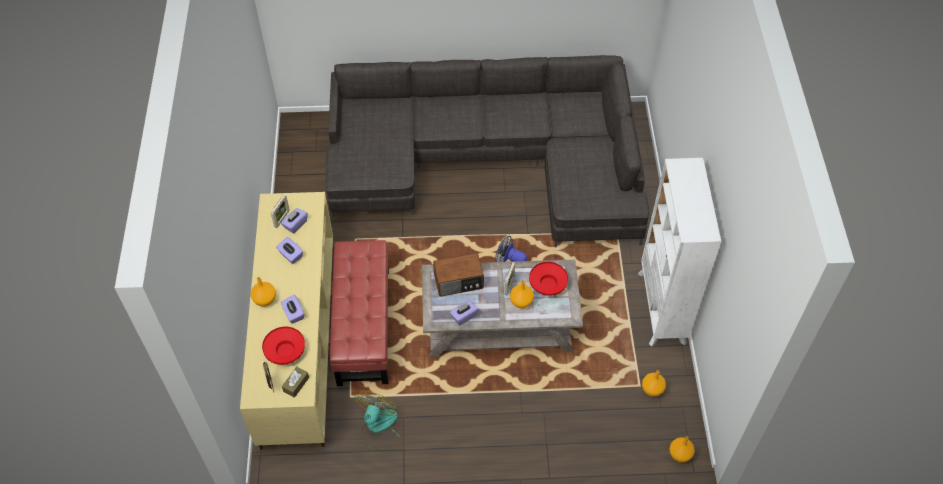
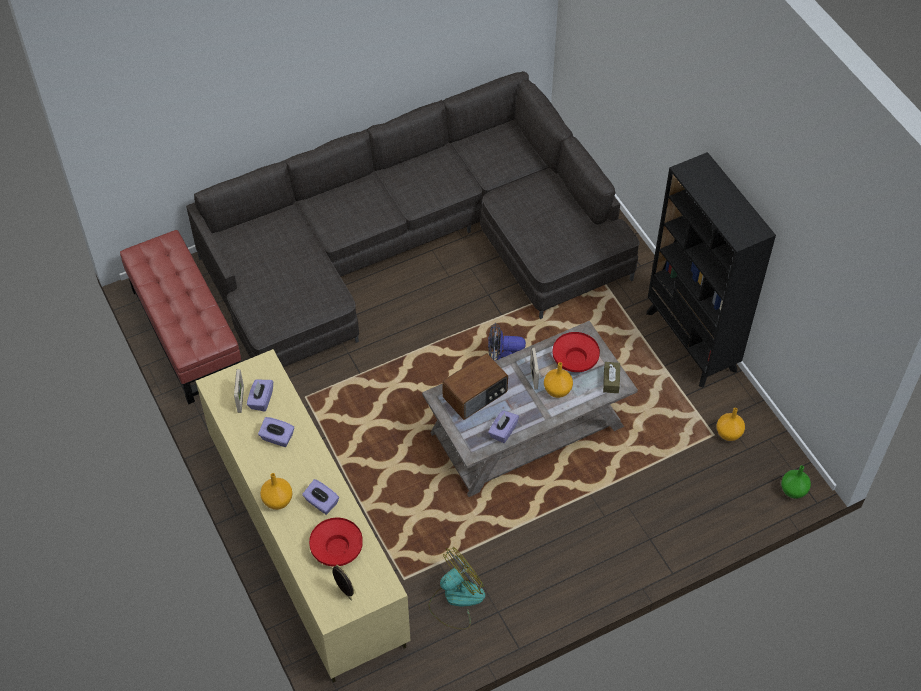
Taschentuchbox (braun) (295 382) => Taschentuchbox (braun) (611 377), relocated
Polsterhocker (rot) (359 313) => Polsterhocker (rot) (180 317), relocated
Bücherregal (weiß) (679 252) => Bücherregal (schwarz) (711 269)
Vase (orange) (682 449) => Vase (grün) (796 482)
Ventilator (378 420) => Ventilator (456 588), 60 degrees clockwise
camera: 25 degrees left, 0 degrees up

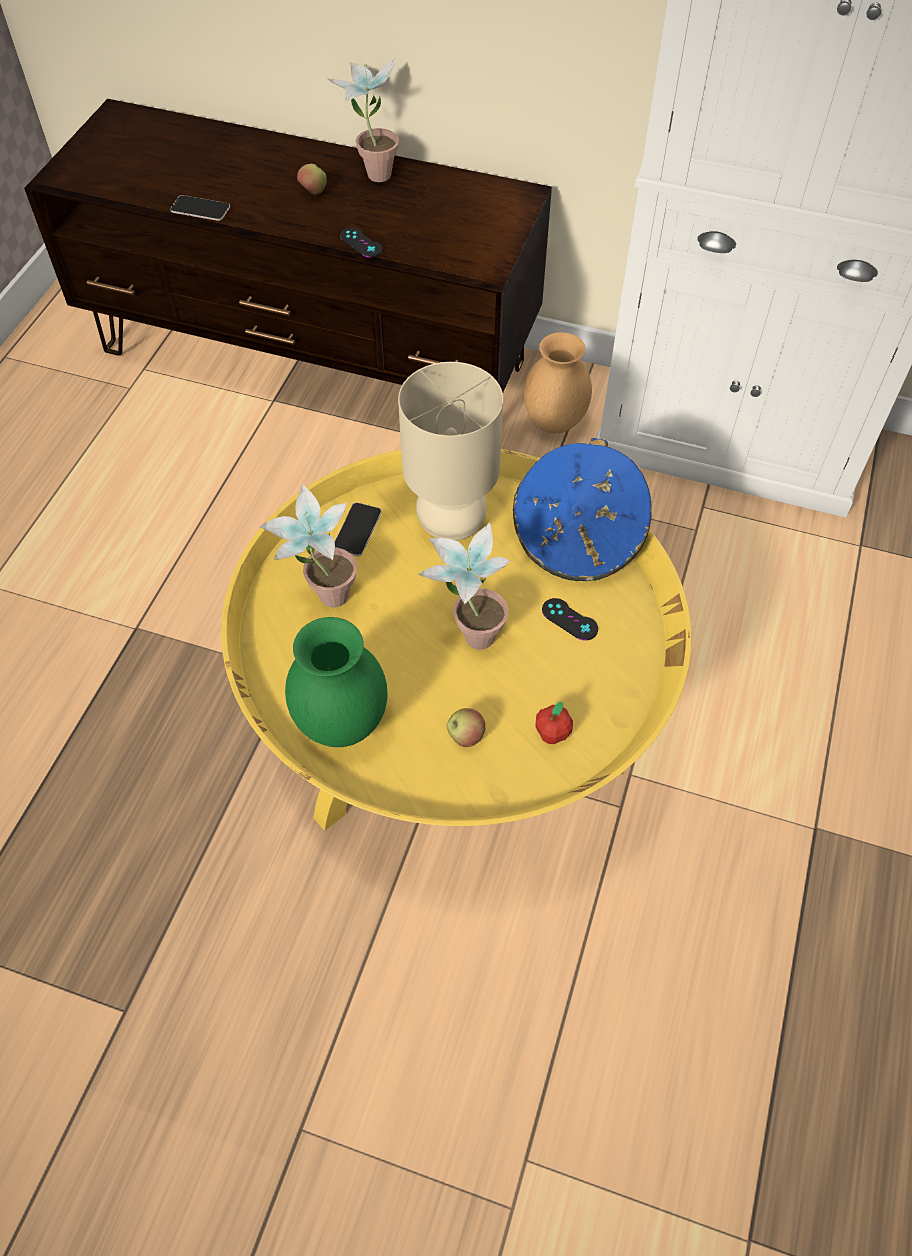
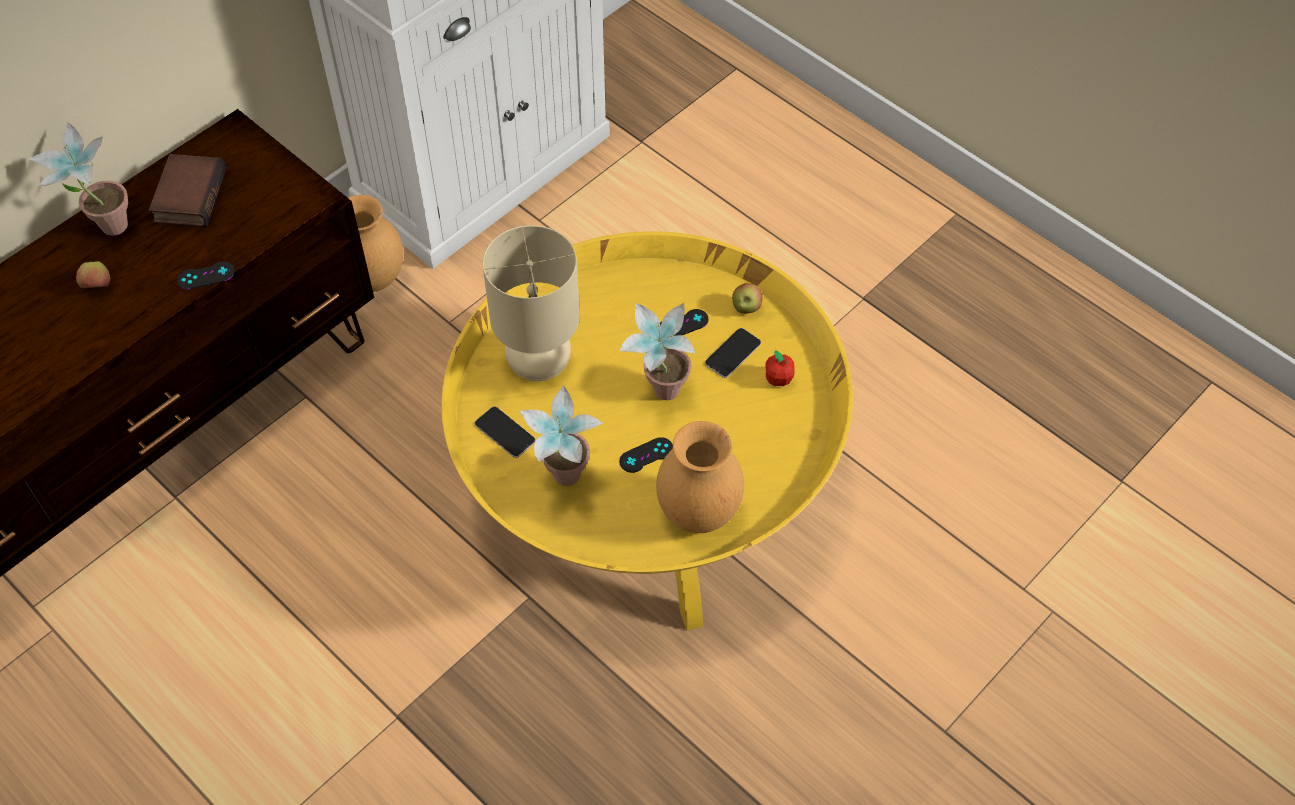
Hut (blau) (582 509) => nothing
nothing => Buch (187 190)
nothing => Gamepad (schwarz) (646 455)
Handy (200 208) => Handy (733 353), relocated
Apfel (465 727) => Apfel (747 298), relocated
Vase (grün) (336 682) => Vase (braun) (700 477)
camera: 65 degrees left, 0 degrees up

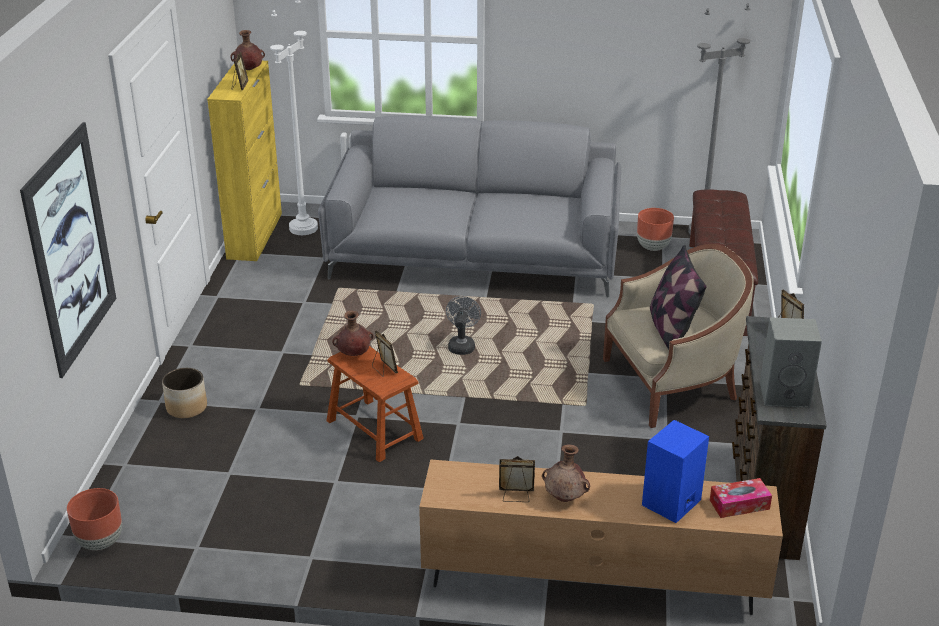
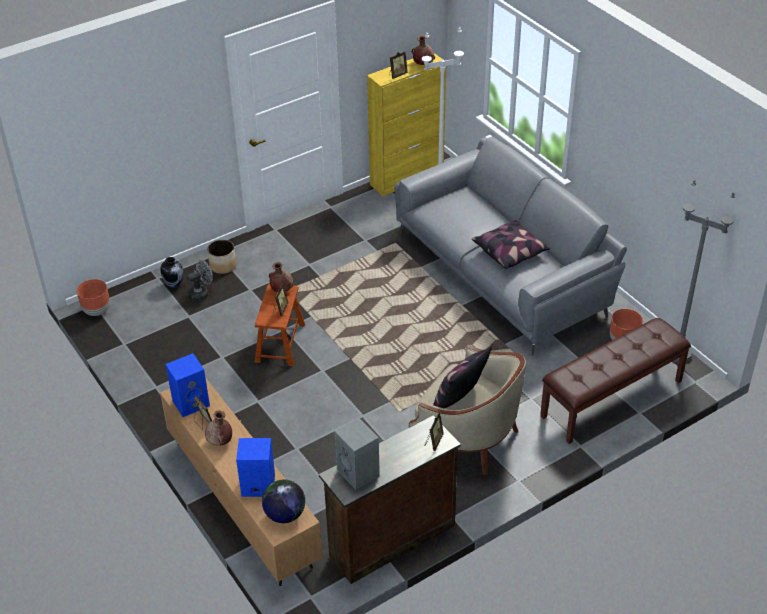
Bild (68 250) => nothing
nothing => Vase (172 272)
nothing => Lautsprecher (blau) (187 385)
nothing => Kissen (511 244)
Ventilator (grau) (463 325) => Ventilator (grau) (200 280), relocated
Taschentuchbox (741 498) => Globus (283 501)
camera: 50 degrees right, 10 degrees up

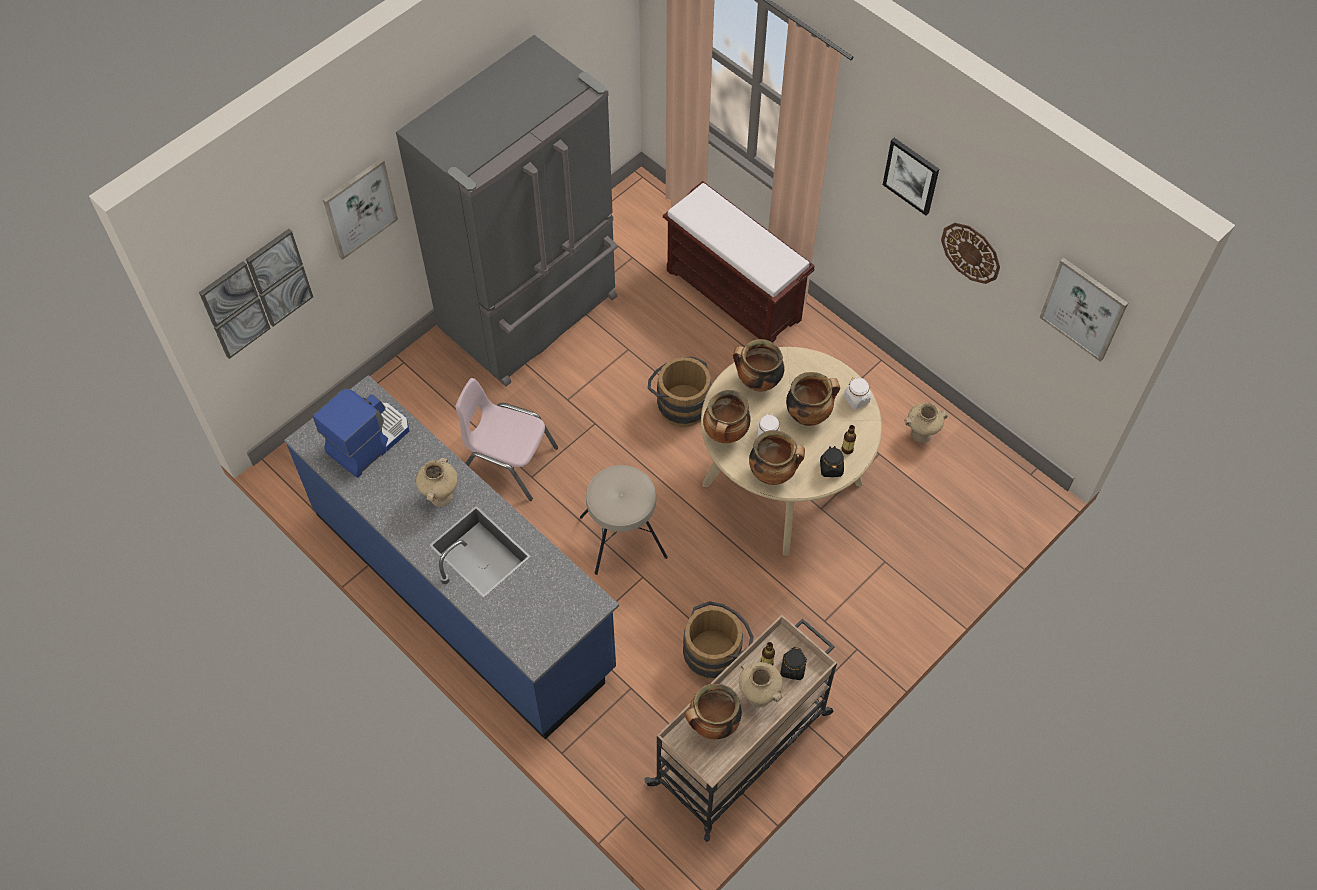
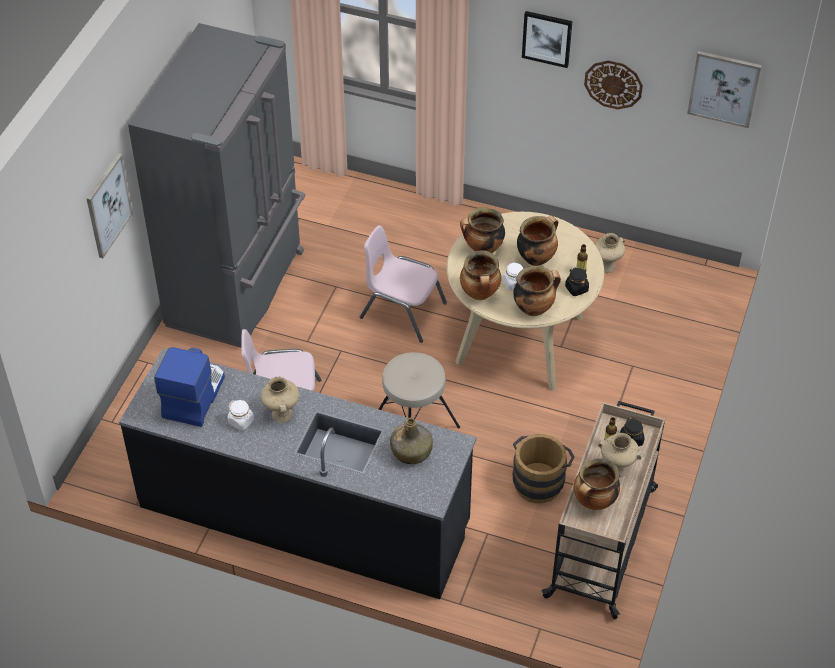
Bild (256 294) => nothing
Bank (braun) (739 262) => nothing
nothing => Flasche (grün) (411 441)
Vorratsglas (weiß) (857 393) => Vorratsglas (weiß) (241 415), relocated
Eimer (braun) (679 392) => Stuhl (rosa) (403 284)
Küchenzeile (blau) (451 557) => Küchenzeile (schwarz) (297 474)
camera: 25 degrees left, 10 degrees down

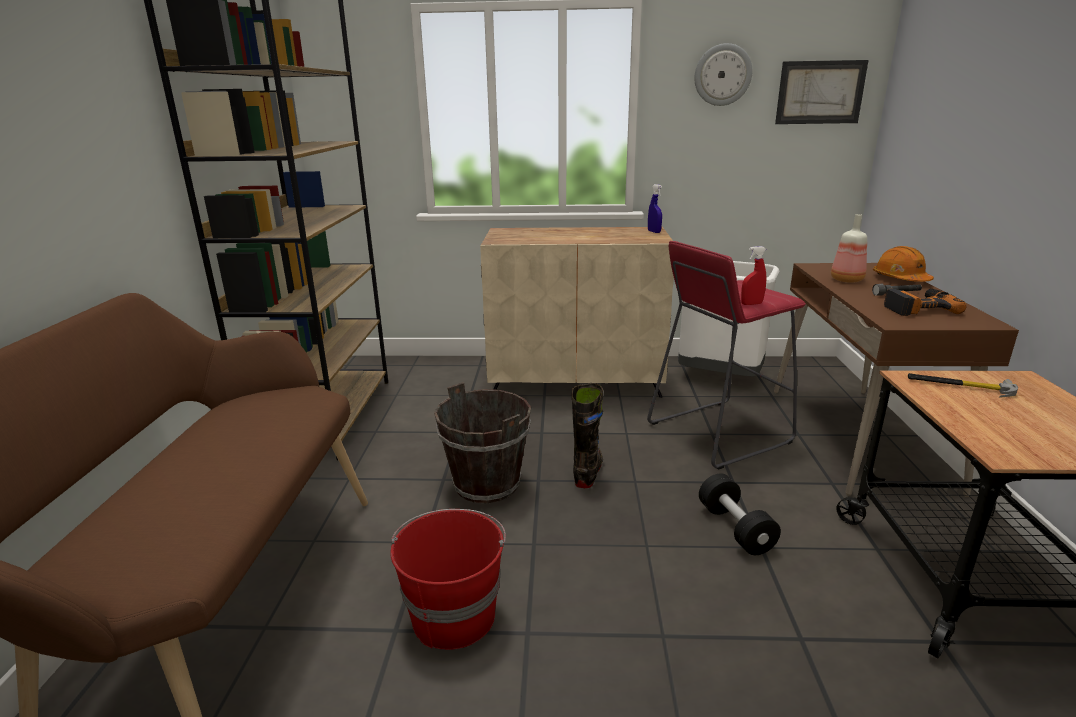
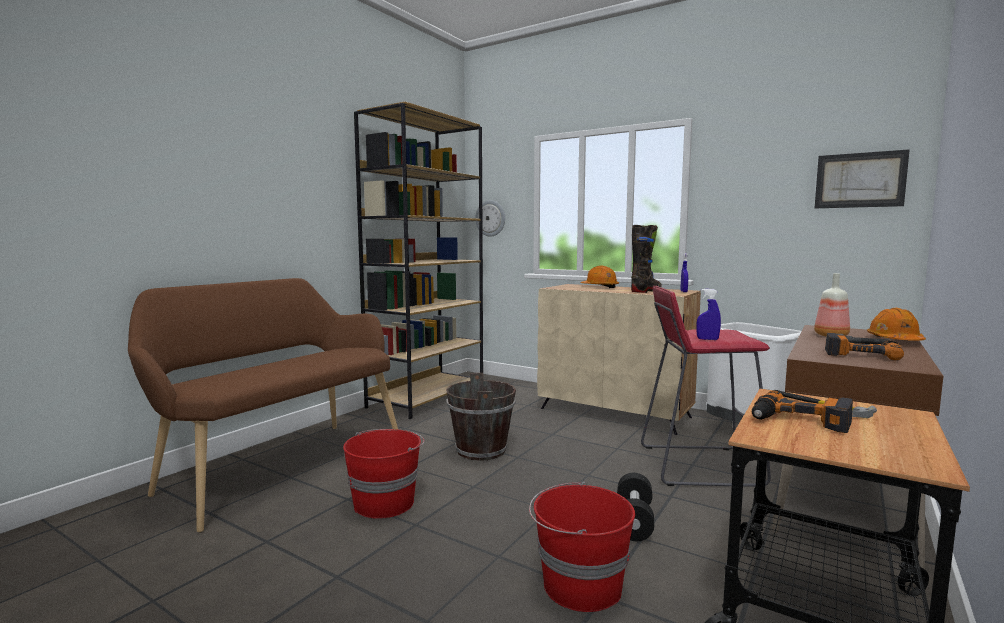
nothing => Eimer (rot) (582 547)
nothing => Schutzhelm (orange) (600 277)
nothing => Bohrmaschine (802 412)
Stiefel (schwarz) (587 435) => Stiefel (schwarz) (646 259), relocated
Wanduhr (723 74) => Wanduhr (490 218), relocated
Sprühflasche (rot) (753 275) => Sprühflasche (blau) (709 314)
camera: 30 degrees right, 15 degrees down

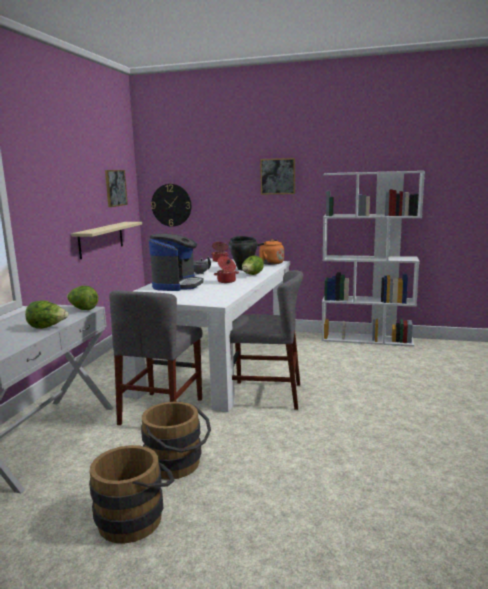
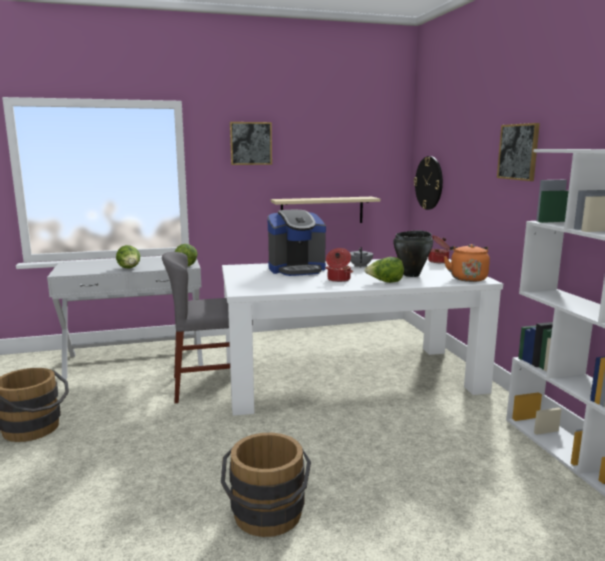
Stuhl (grau) (266 340) => nothing
Bild (116 188) => Bild (251 143), relocated
Eimer (braun) (176 441) => Eimer (braun) (266 485), relocated
camera: 60 degrees right, 0 degrees up

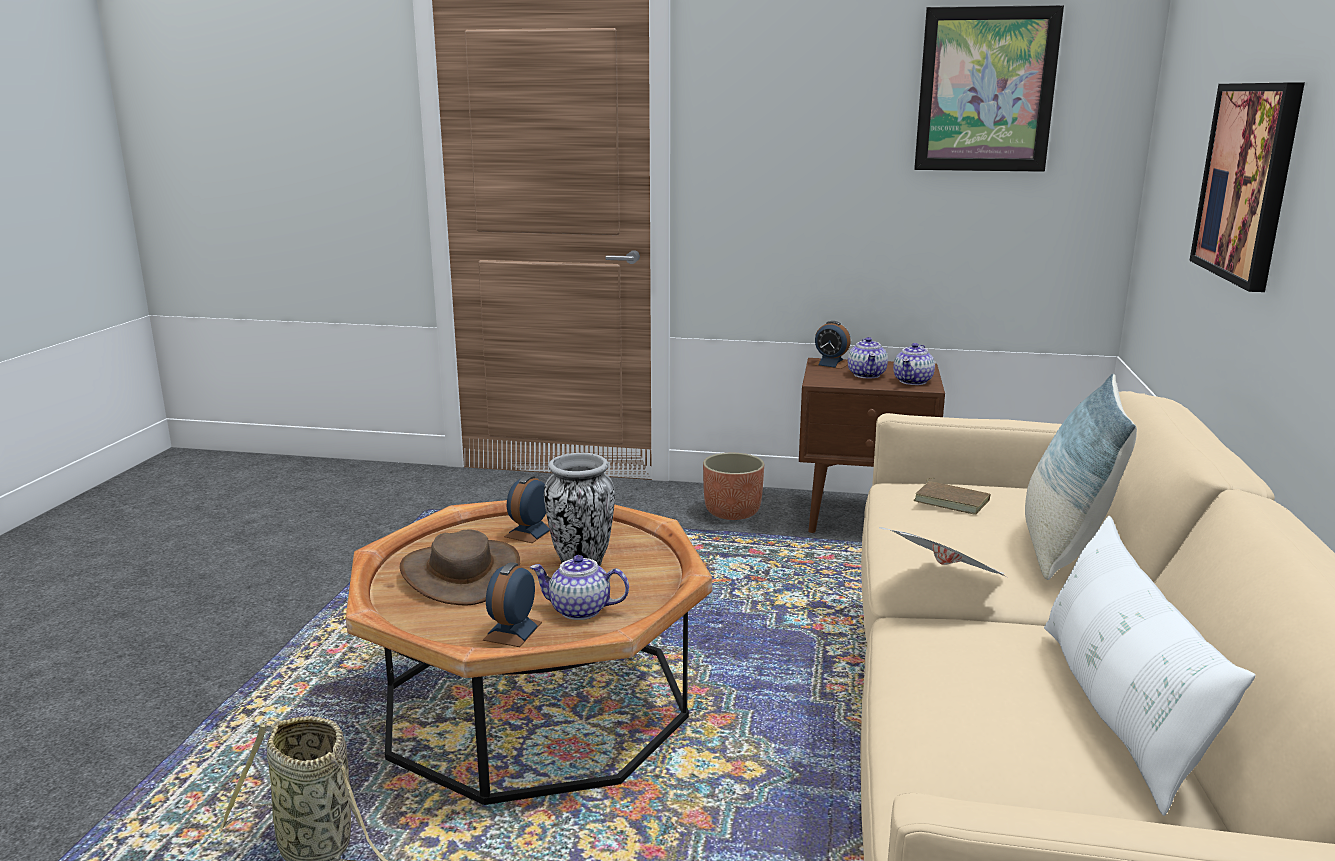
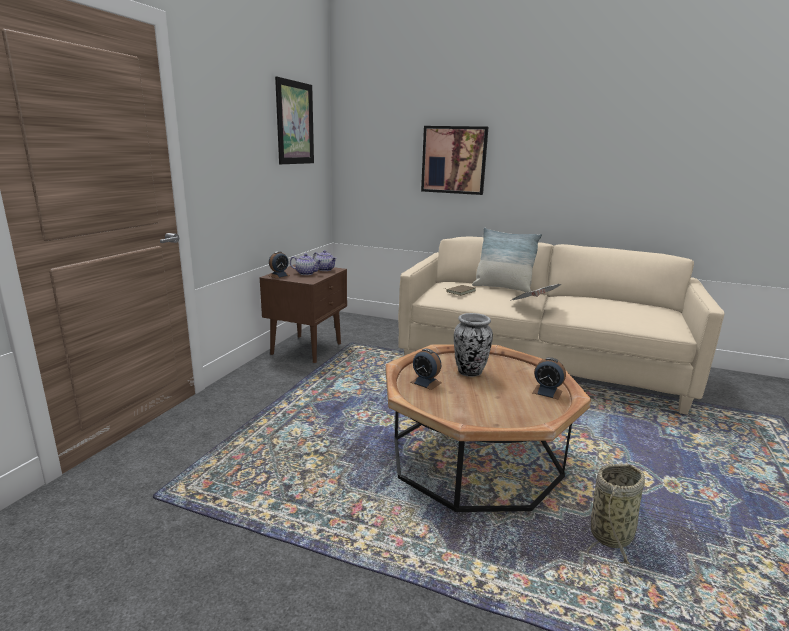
Hut (braun) (460 568) => nothing
Teekanne (579 587) => nothing
Pflanzkübel (733 486) => nothing
Kissen (weiß) (1149 666) => nothing
camera: 80 degrees left, 0 degrees up

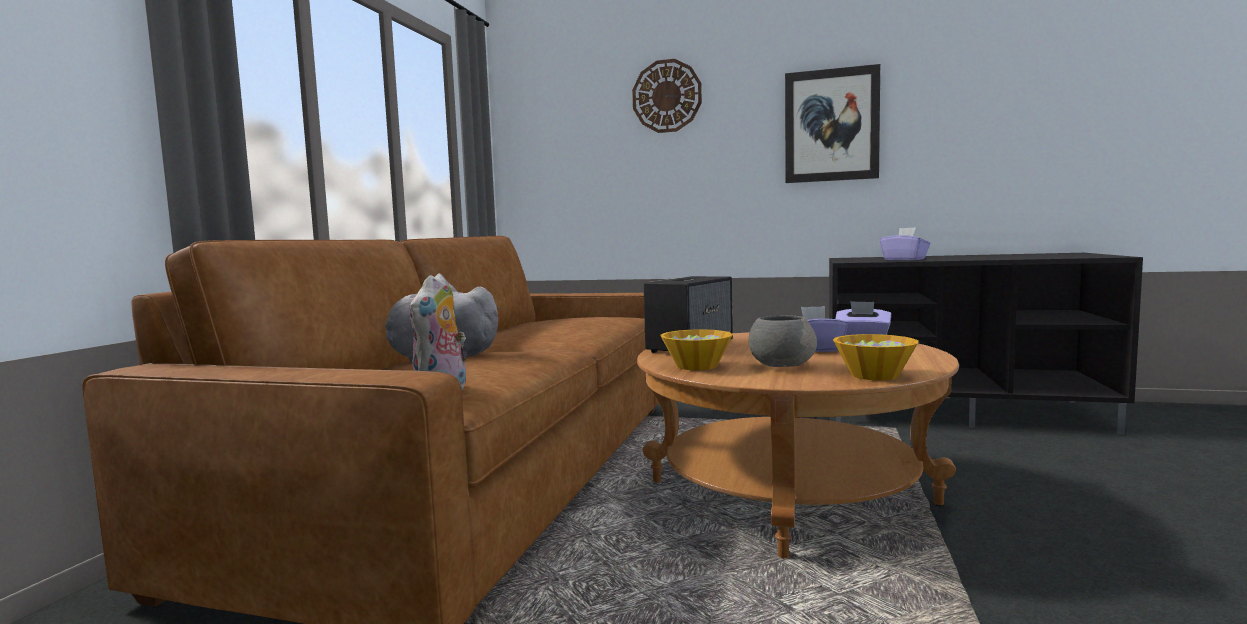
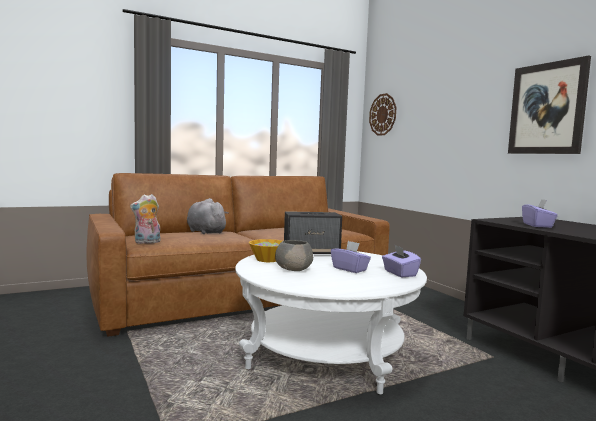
Schüssel (876 357) => nothing
Wanduhr (667 96) => Wanduhr (383 114), relocated
Couchtisch (braun) (798 445) => Couchtisch (weiß) (331 323)
camera: 45 degrees right, 0 degrees up

